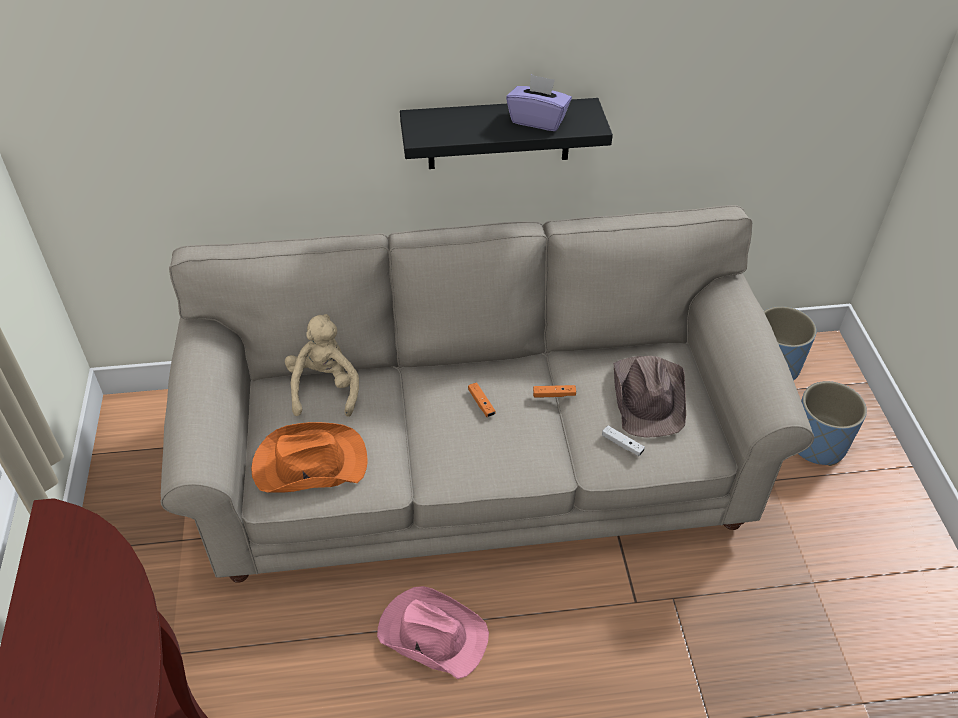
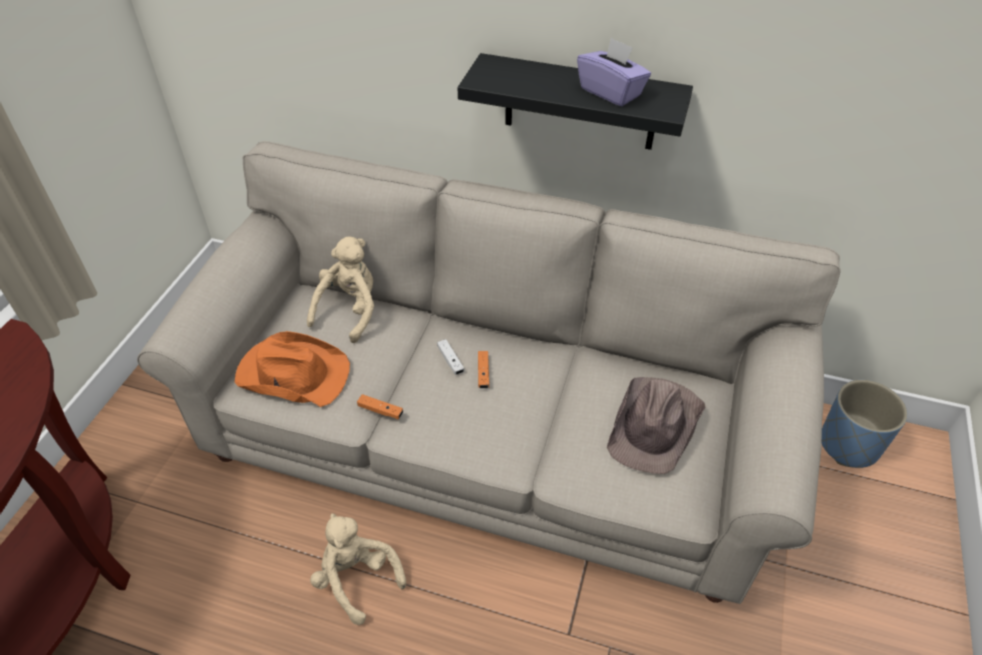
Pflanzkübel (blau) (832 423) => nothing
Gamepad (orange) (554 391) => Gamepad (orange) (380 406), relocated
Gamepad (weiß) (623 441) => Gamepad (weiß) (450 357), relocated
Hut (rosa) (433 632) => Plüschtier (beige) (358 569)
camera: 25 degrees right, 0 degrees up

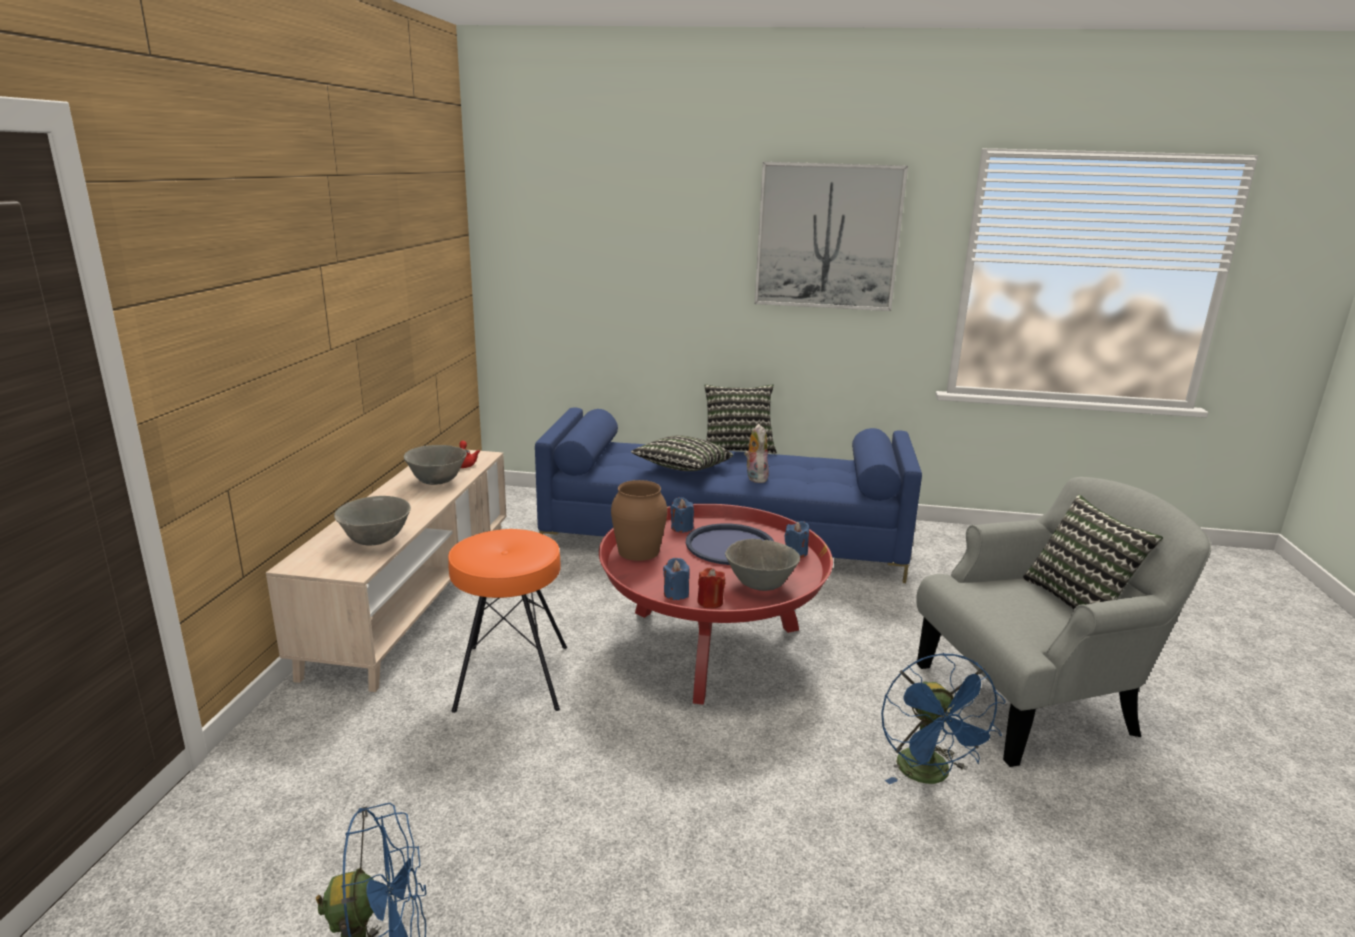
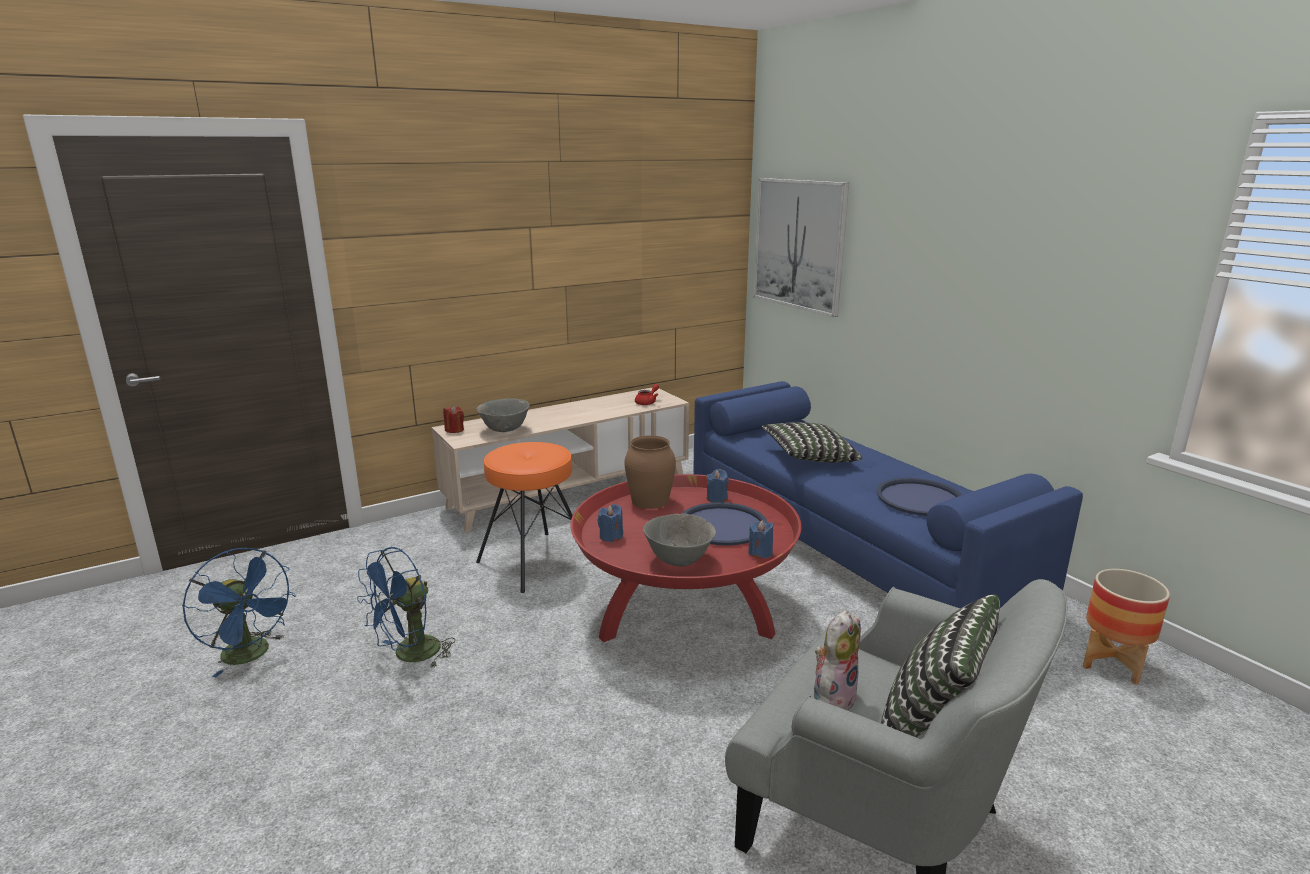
Schüssel (grau) (435 465) => nothing
Kissen (740 419) => nothing
nothing => Tablett (blau) (920 497)
nothing => Pflanzkübel (1126 627)
Kerze (rot) (711 588) => Kerze (rot) (453 419), relocated
Plüschtier (756 453) => Plüschtier (837 660), relocated
Bild (831 236) => Bild (801 247), relocated
Ventilator (blau) (943 718) => Ventilator (blau) (406 607), relocated
camera: 50 degrees right, 0 degrees up

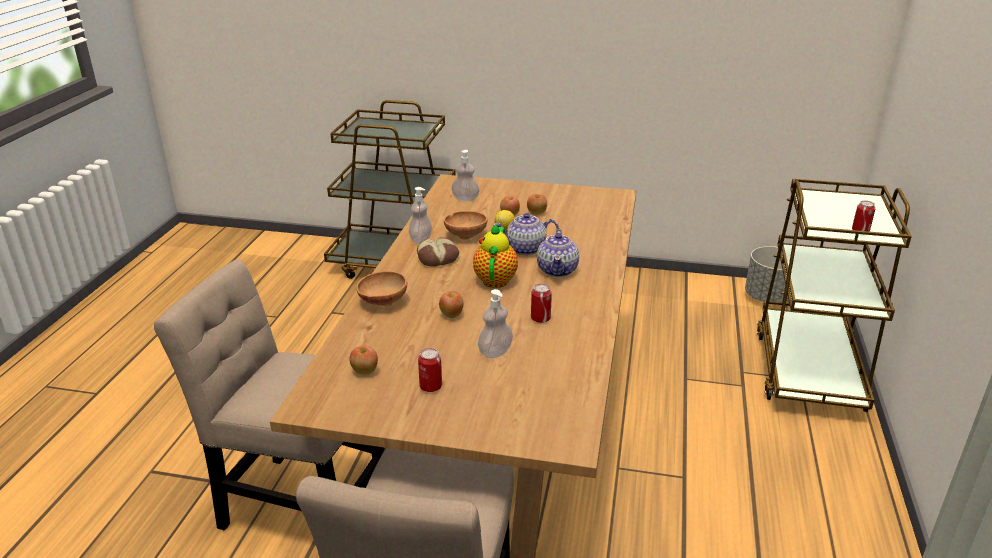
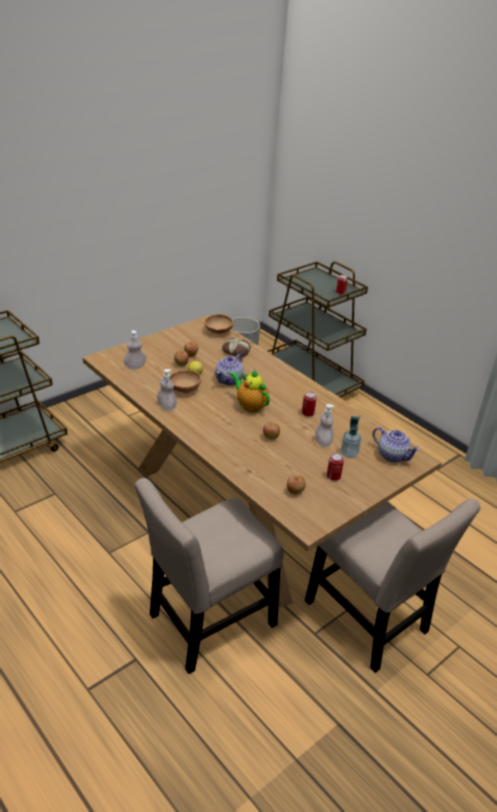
nothing => Seifenspender (351 437)
Schüssel (braun) (381 288) => Schüssel (braun) (219 324), relocated
Brot (438 252) => Brot (236 347), relocated
Teekanne (558 253) => Teekanne (396 445), relocated
camera: 55 degrees left, 5 degrees up

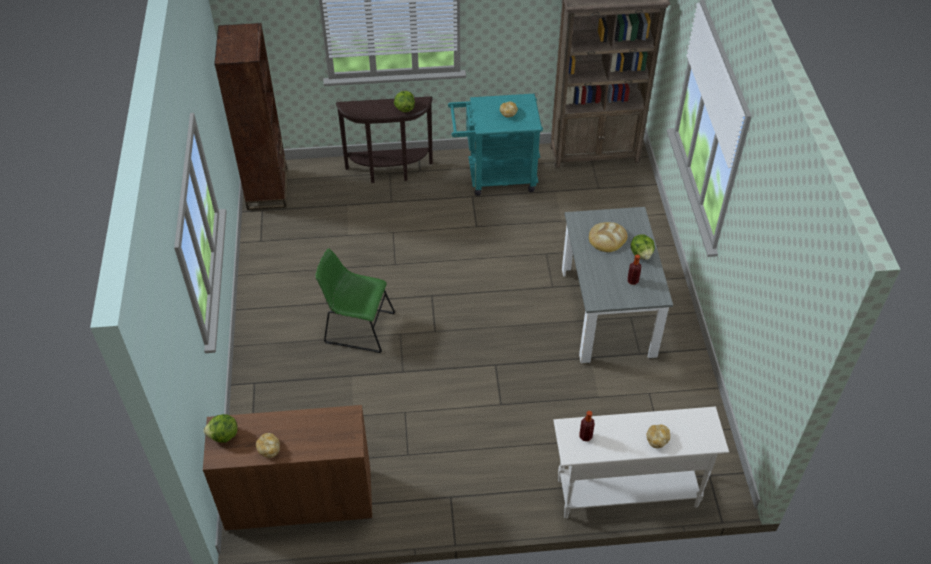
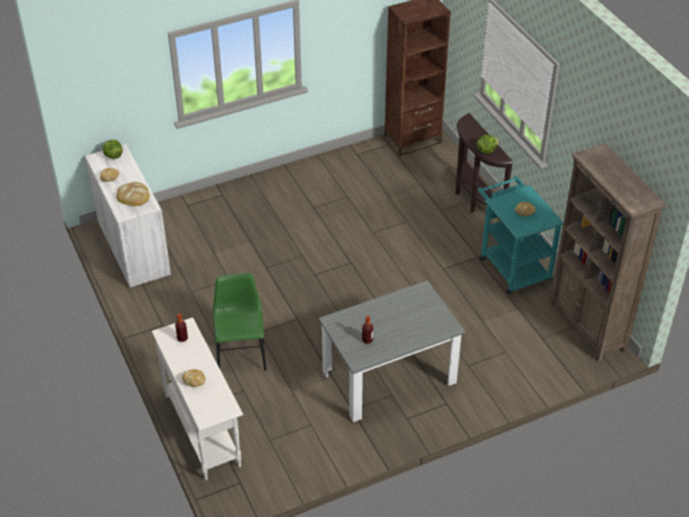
Salatkopf (643 247) => nothing
Stuhl (grün) (355 300) => Stuhl (grün) (240 322), relocated
Brot (608 237) => Brot (133 194), relocated
Schrank (braun) (287 468) => Schrank (weiß) (128 216)
camera: 70 degrees right, 5 degrees down

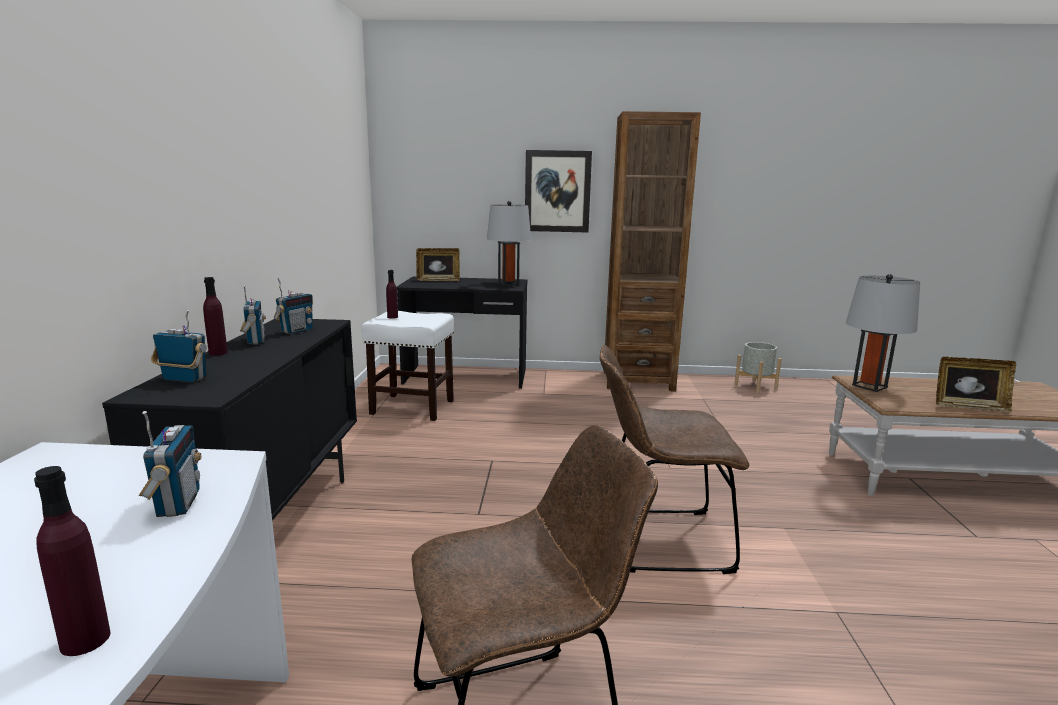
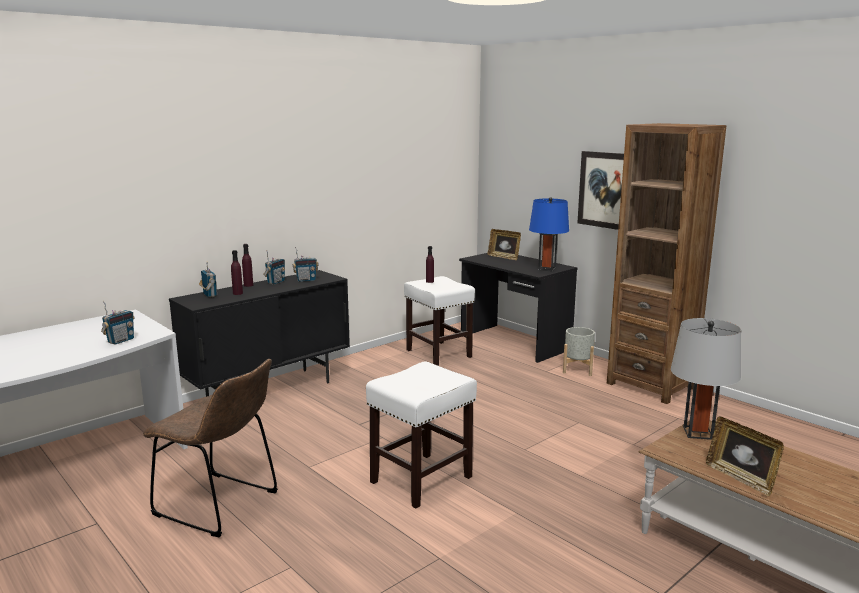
Flasche (lila) (72 561) => Flasche (lila) (237 272), relocated
Pflanzkübel (grau) (758 368) => Pflanzkübel (grau) (579 351), relocated
Stuhl (braun) (674 459) => Hocker (weiß) (421 434)
Tischlampe (grau) (509 243) => Tischlampe (blau) (549 234)
camera: 45 degrees right, 0 degrees up

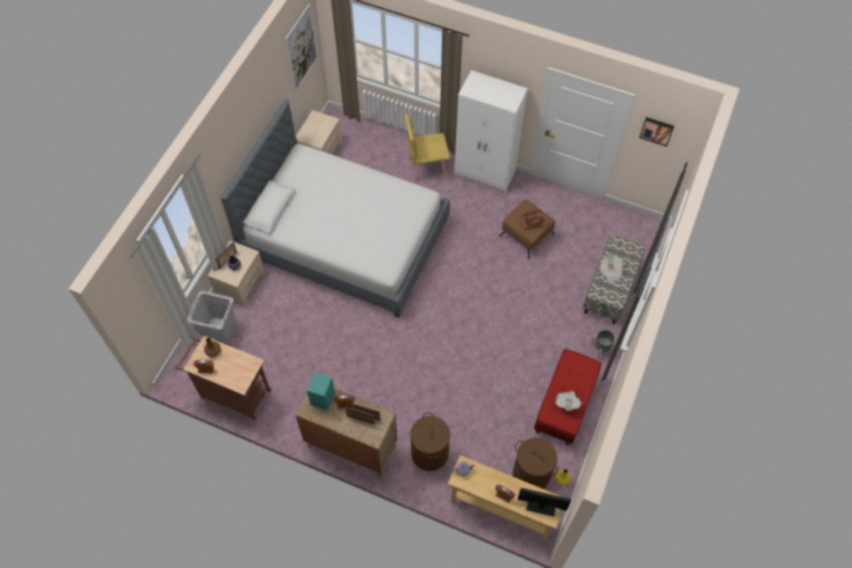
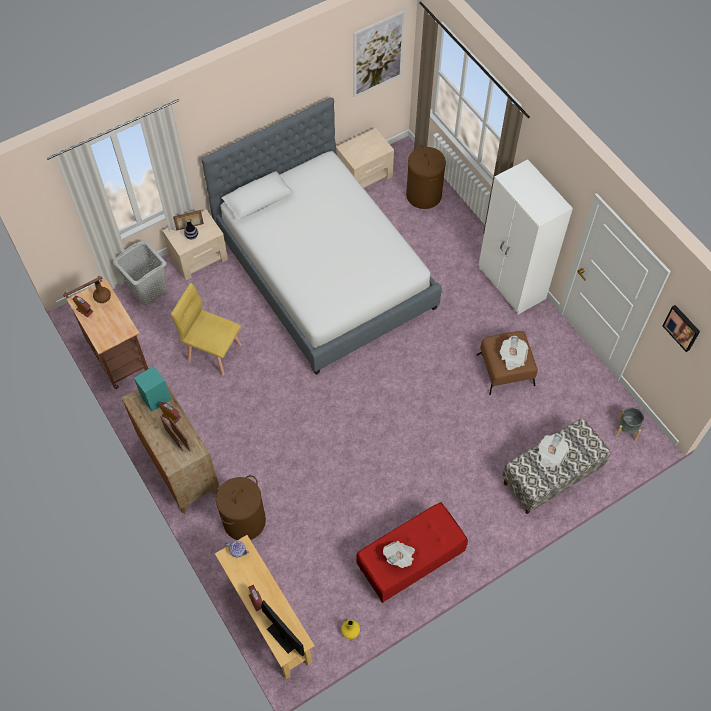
Stuhl (gelb) (427 148) => Stuhl (gelb) (206 329), relocated
Wäschekorb (braun) (535 463) => Wäschekorb (braun) (426 177), relocated
Pflanzkübel (grau) (602 344) => Pflanzkübel (grau) (629 424), relocated
Hut (braun) (533 219) => Zeitung (514 353)
camera: 35 degrees right, 0 degrees up

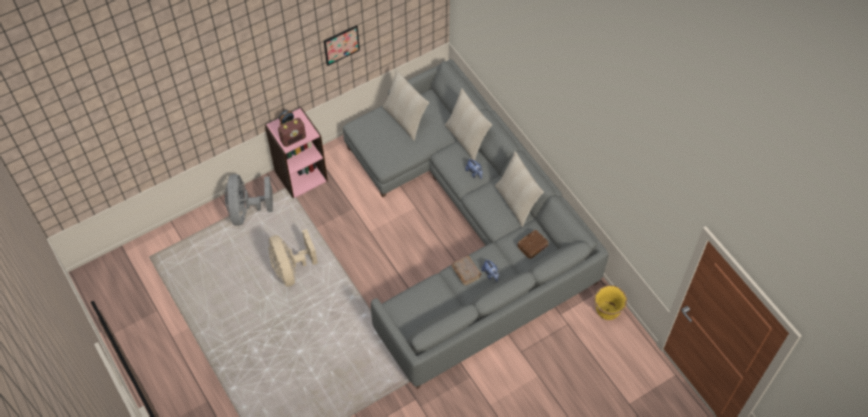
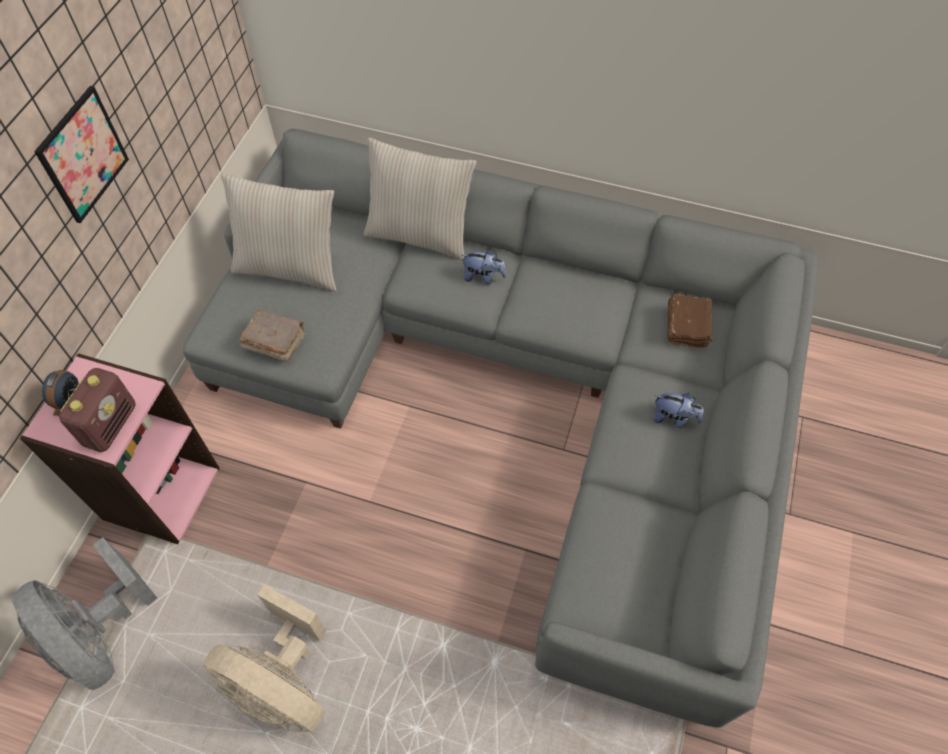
Kissen (beige) (519 189) => nothing
Pflanzkübel (gelb) (610 302) => nothing
Buch (braun) (466 270) => Buch (braun) (272 335), relocated
camera: 40 degrees left, 0 degrees up

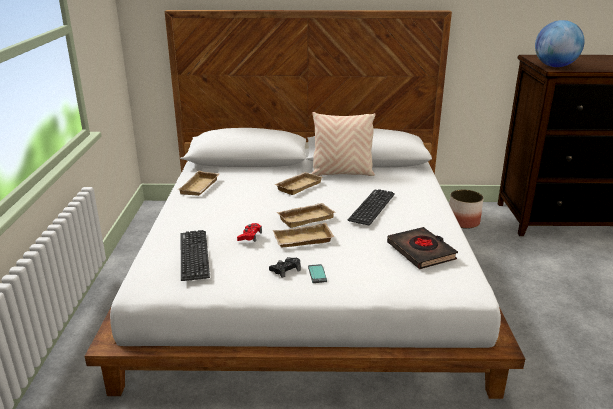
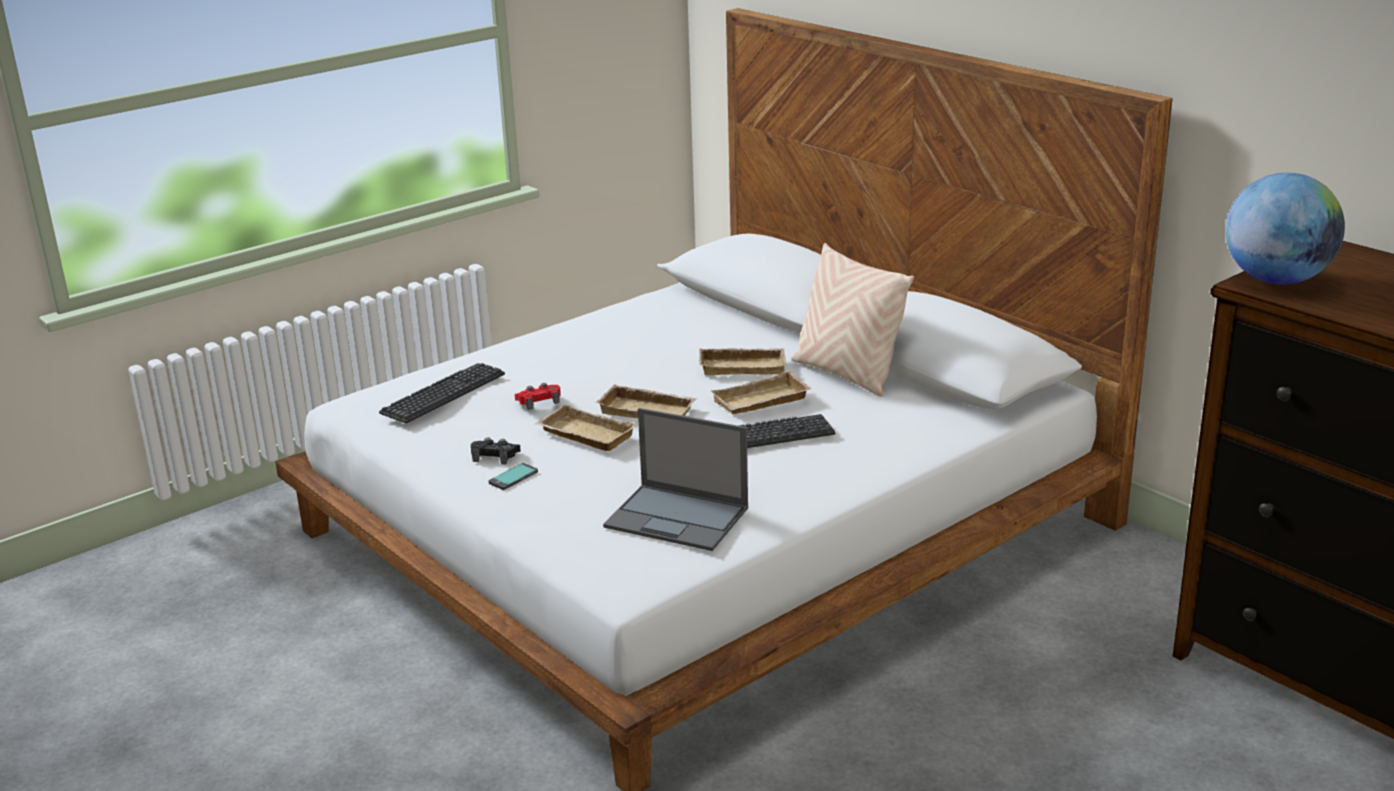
Pflanzkübel (466 209) => nothing
Tablett (beige) (198 183) => Tablett (beige) (761 392), relocated
Buch (schwarz) (422 248) => Laptop (675 479)
camera: 50 degrees right, 0 degrees up

